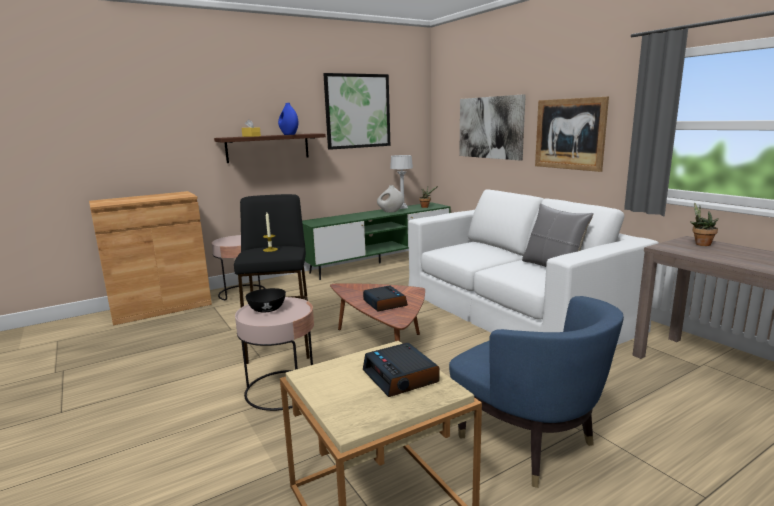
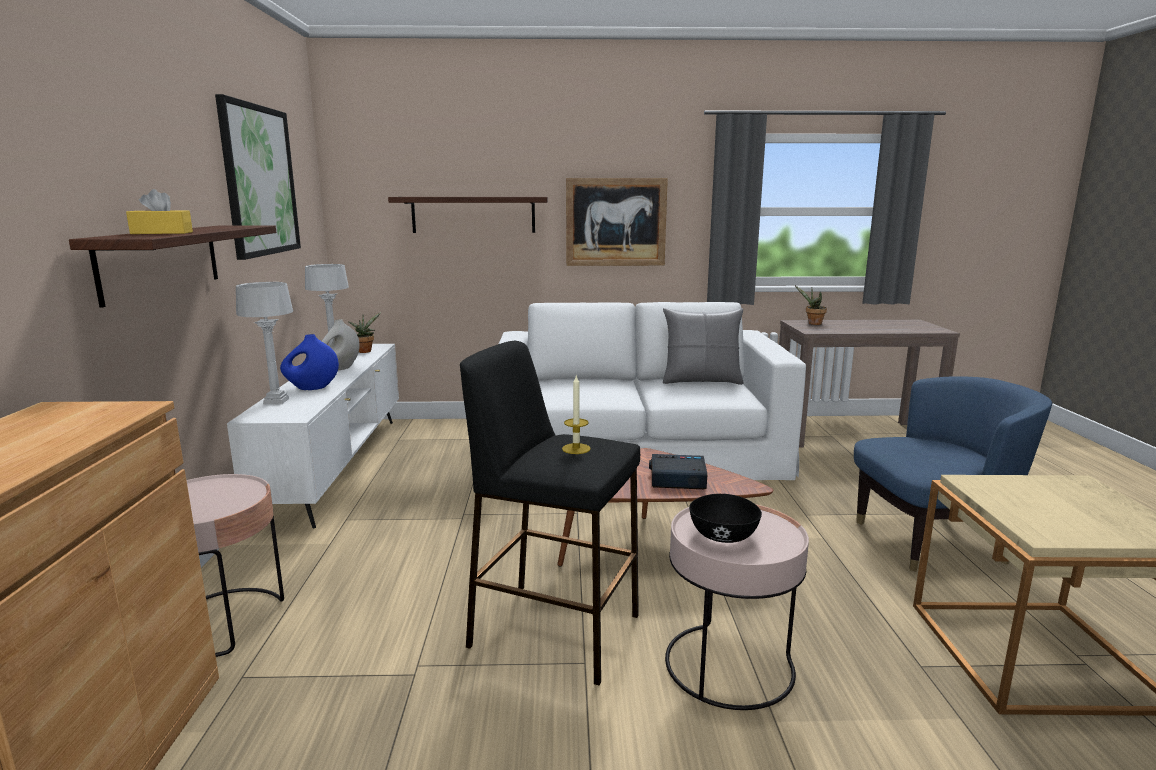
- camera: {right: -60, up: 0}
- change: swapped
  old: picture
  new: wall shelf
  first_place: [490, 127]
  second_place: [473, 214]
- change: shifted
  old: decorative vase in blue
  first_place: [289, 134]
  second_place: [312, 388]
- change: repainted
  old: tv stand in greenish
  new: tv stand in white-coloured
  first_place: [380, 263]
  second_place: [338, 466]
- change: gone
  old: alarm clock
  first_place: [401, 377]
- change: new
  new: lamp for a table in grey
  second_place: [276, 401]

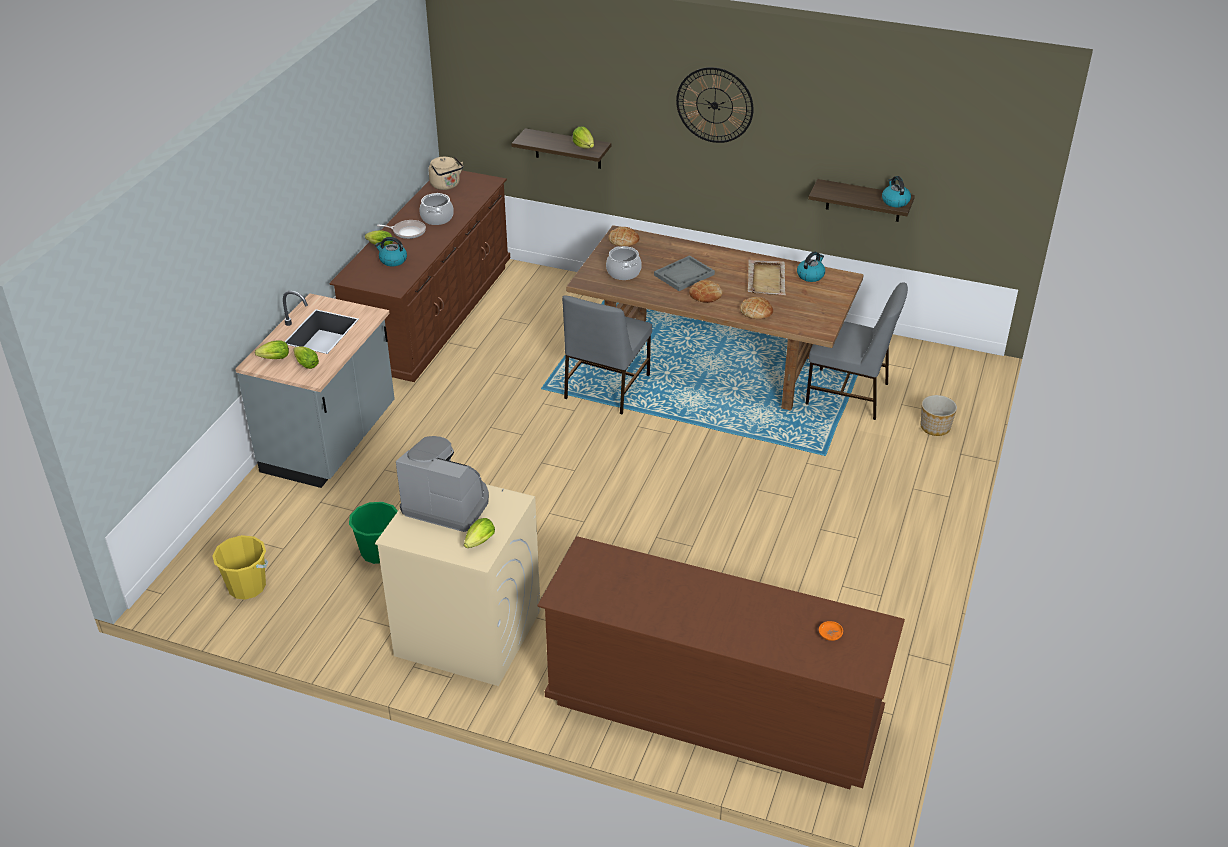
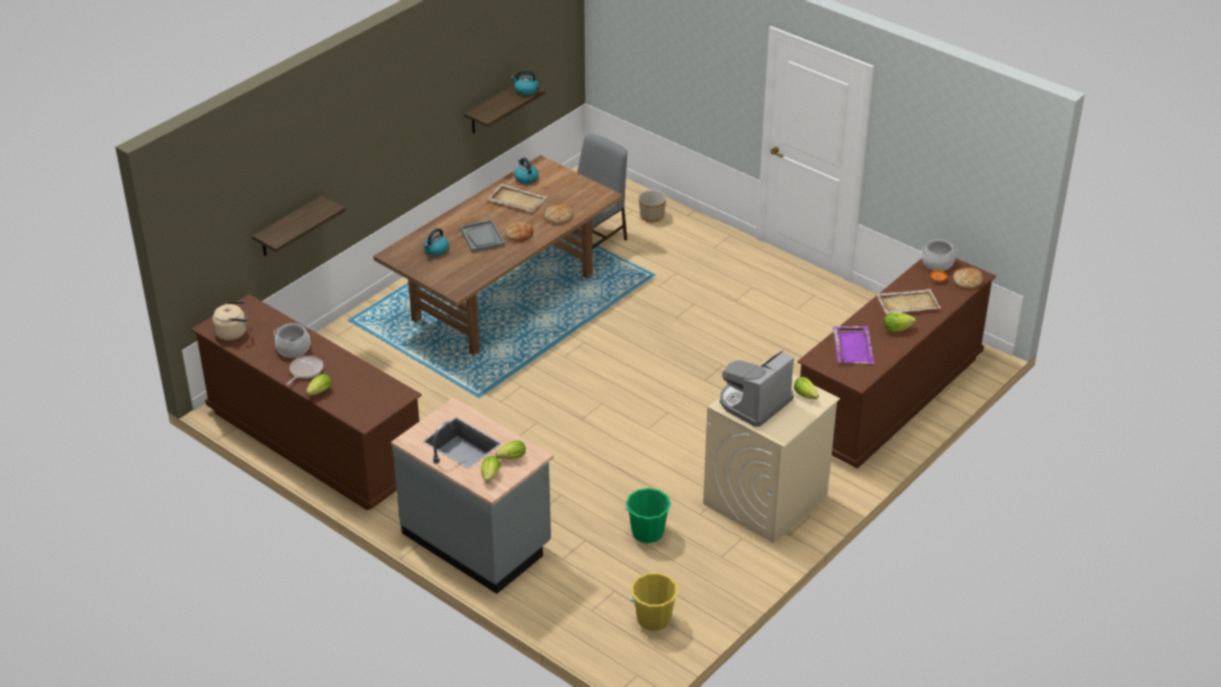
- camera: {right: -70, up: 0}
- change: gone
  old: clock on the wall
  first_place: [714, 105]
- change: shifted
  old: head of lettuce
  first_place: [584, 146]
  second_place: [896, 329]
- change: shifted
  old: baked bread
  first_place: [623, 240]
  second_place: [967, 280]
- change: shifted
  old: kettle
  first_place: [392, 260]
  second_place: [436, 250]
- change: shifted
  old: stockpot
  first_place: [623, 272]
  second_place: [937, 263]
- change: gone
  old: upright chair in grey
  first_place: [605, 387]
- change: new
  new: tray in beige-coloured
  second_place: [907, 303]
- change: new
  new: tray in purple-coloured
  second_place: [853, 346]

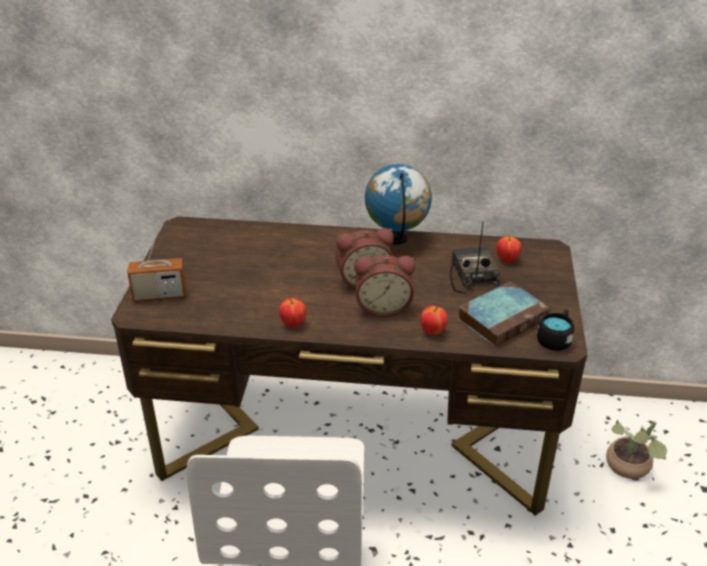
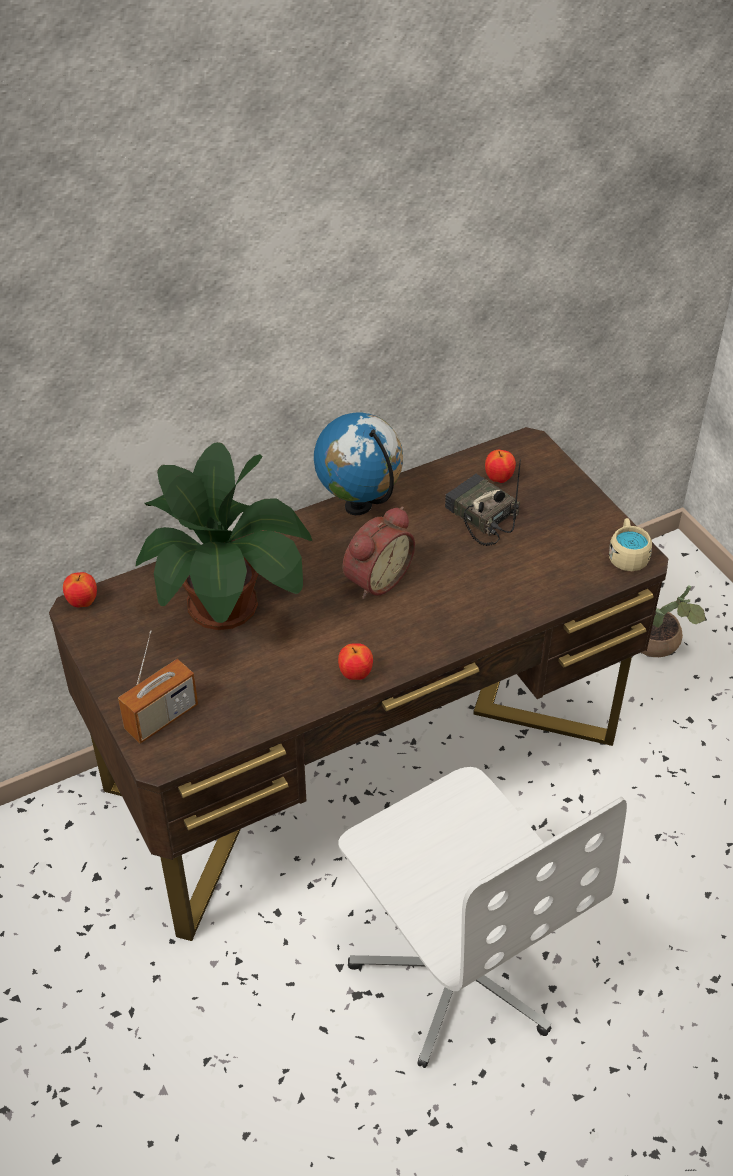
- camera: {right: -35, up: 10}
- change: gone
  old: alarm clock
  first_place: [383, 306]
- change: gone
  old: book
  first_place: [503, 318]
- change: shifted
  old: whole apple
  first_place: [433, 332]
  second_place: [82, 602]
- change: repainted
  old: tea mug in black-coloured
  new: tea mug in beige-coloured
  first_place: [555, 339]
  second_place: [627, 555]
- change: new
  new: potted plant
  second_place: [227, 607]

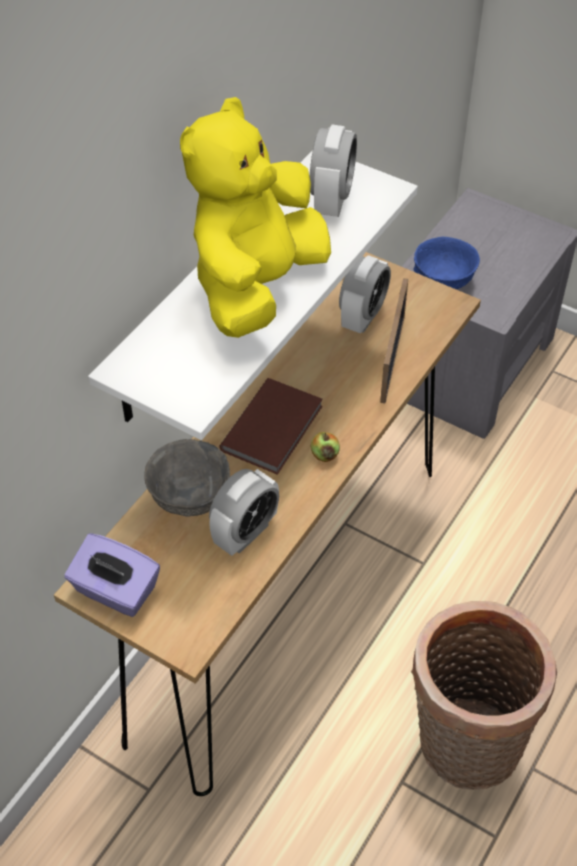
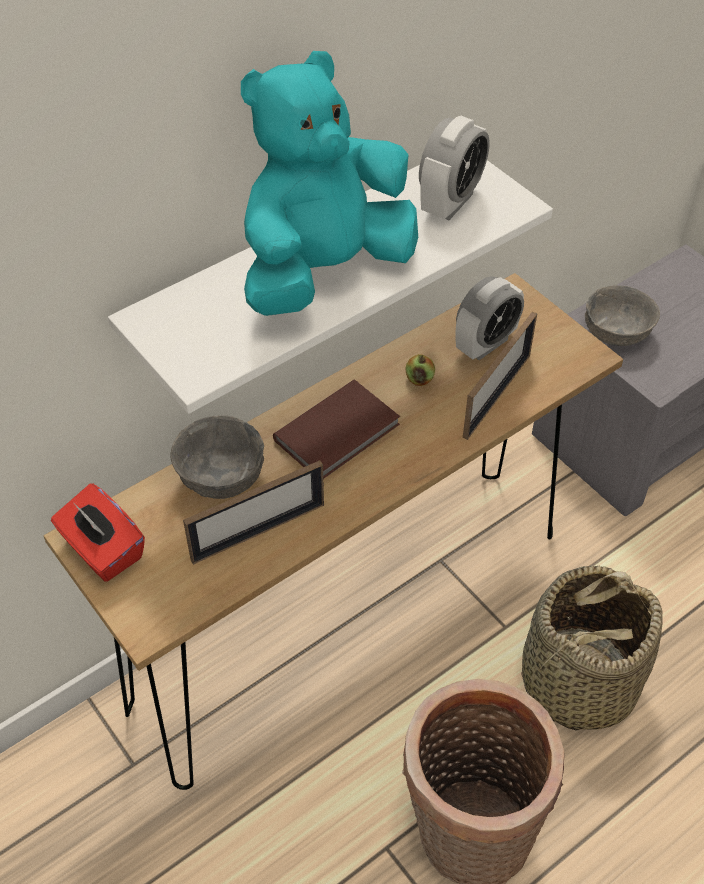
- camera: {right: 20, up: 0}
- change: repainted
  old: plush toy in yellowish
  new: plush toy in turquoise-coloured
  first_place: [256, 286]
  second_place: [324, 270]
- change: repainted
  old: deep dish in blue
  new: deep dish in grey
  first_place: [443, 281]
  second_place: [615, 334]
- change: shifted
  old: whole apple
  first_place: [324, 455]
  second_place: [419, 379]
- change: swapped
  old: alarm clock
  new: standing frame
  first_place: [245, 533]
  second_place: [258, 532]
- change: repainted
  old: tissue box in purple-coloured
  new: tissue box in red-coloured
  first_place: [115, 591]
  second_place: [103, 550]
- change: new
  new: storage basket
  second_place: [576, 681]

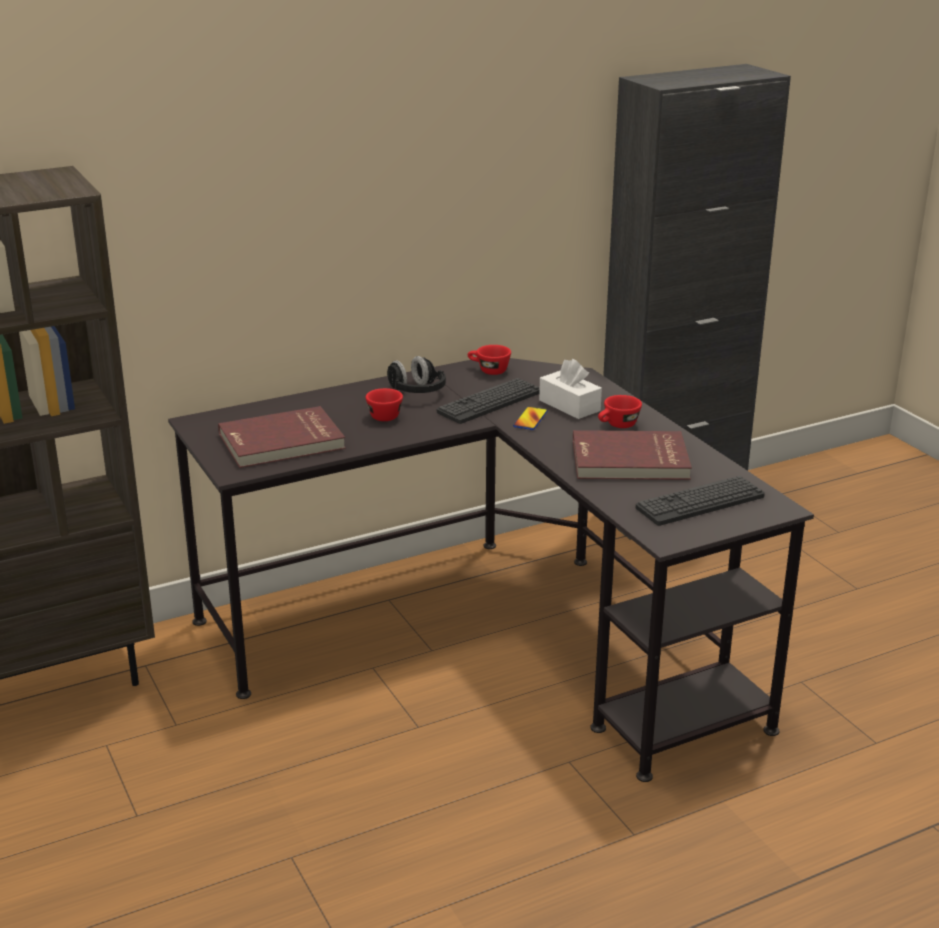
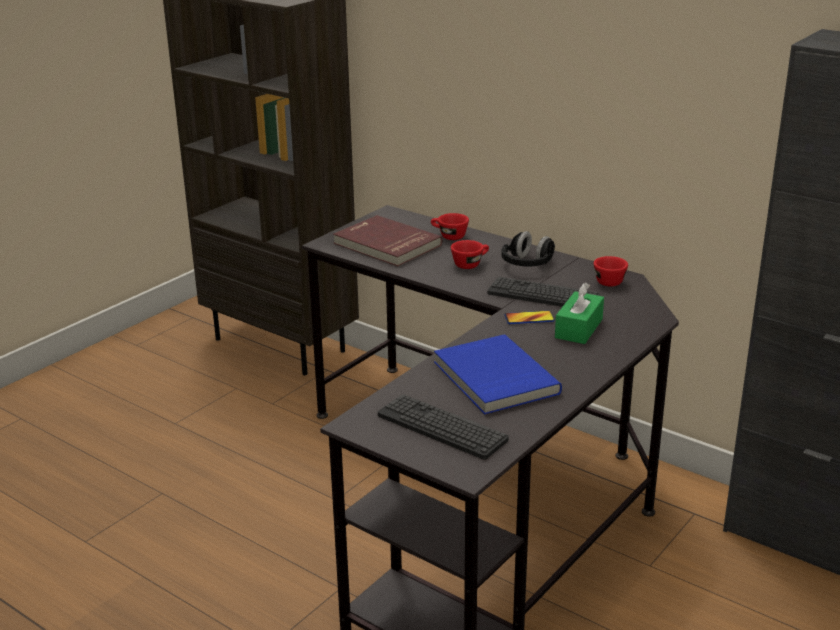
- camera: {right: 65, up: 0}
- change: repainted
  old: tissue box in white-coloured
  new: tissue box in greenish
  first_place: [569, 405]
  second_place: [579, 328]
- change: shifted
  old: small cup in red-coloured
  first_place: [617, 425]
  second_place: [448, 236]
- change: repainted
  old: book in red-coloured
  new: book in blue
  first_place: [630, 461]
  second_place: [493, 378]

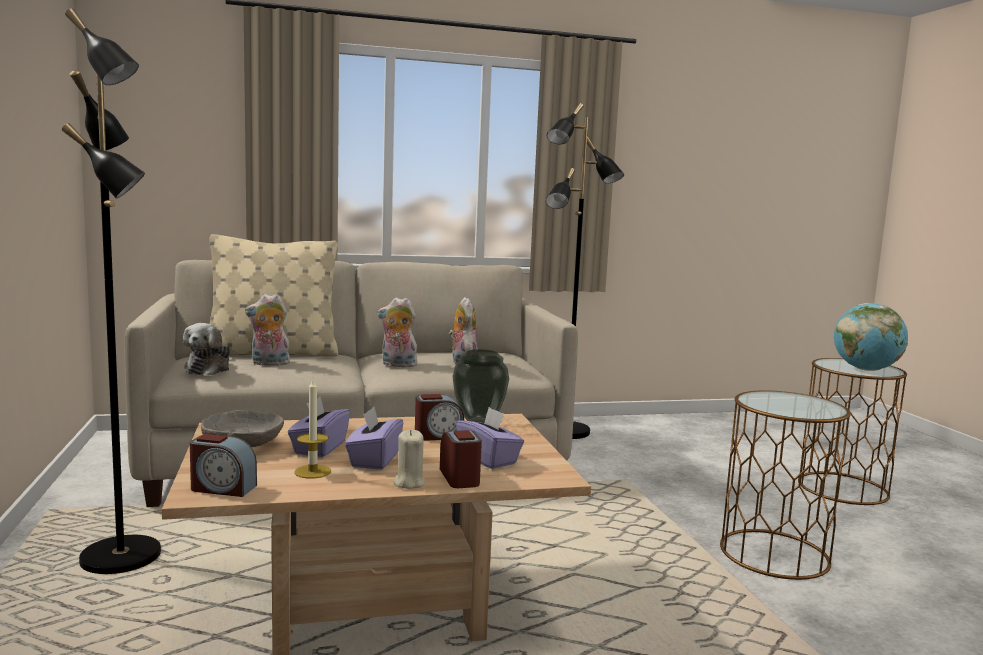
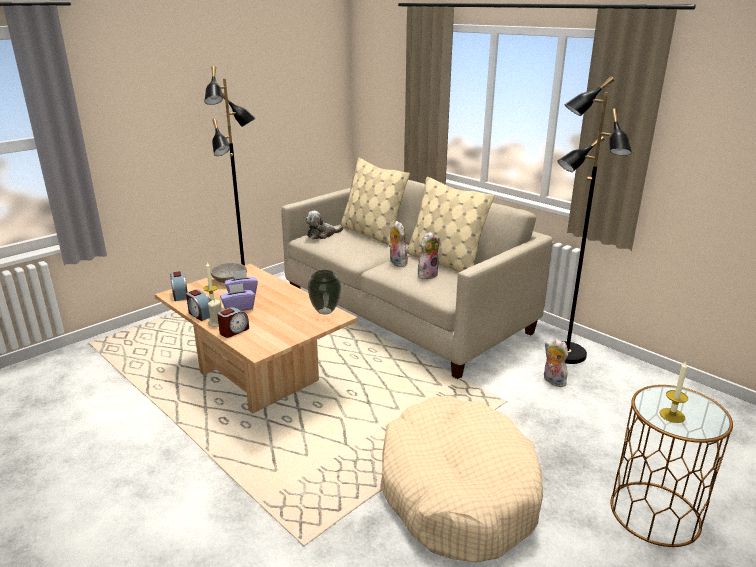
- camera: {right: 60, up: 15}
- change: shifted
  old: plush toy
  first_place: [269, 364]
  second_place: [552, 381]
- change: swapped
  old: desk globe
  new: wax candle
  first_place: [865, 370]
  second_place: [672, 415]
- change: swapped
  old: accent table in brown-coloured
  new: pet bed in beige-coloured
  first_place: [774, 554]
  second_place: [457, 491]
- change: shifted
  old: alarm clock
  first_place: [438, 436]
  second_place: [200, 314]
- change: gone
  old: tissue box in purple-coloured
  first_place: [488, 459]
- change: new
  new: throw pillow in beige-coloured
  second_place: [444, 262]

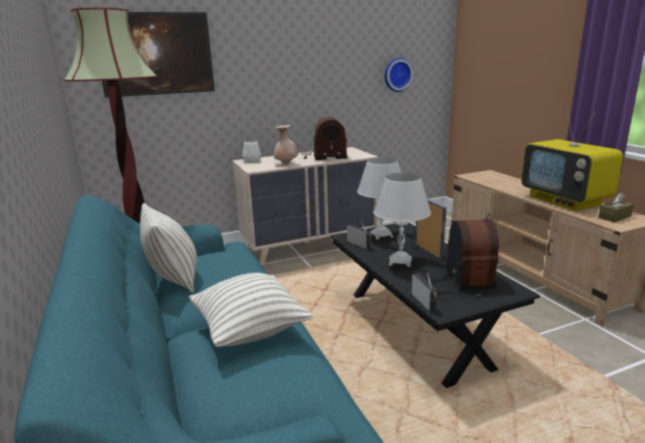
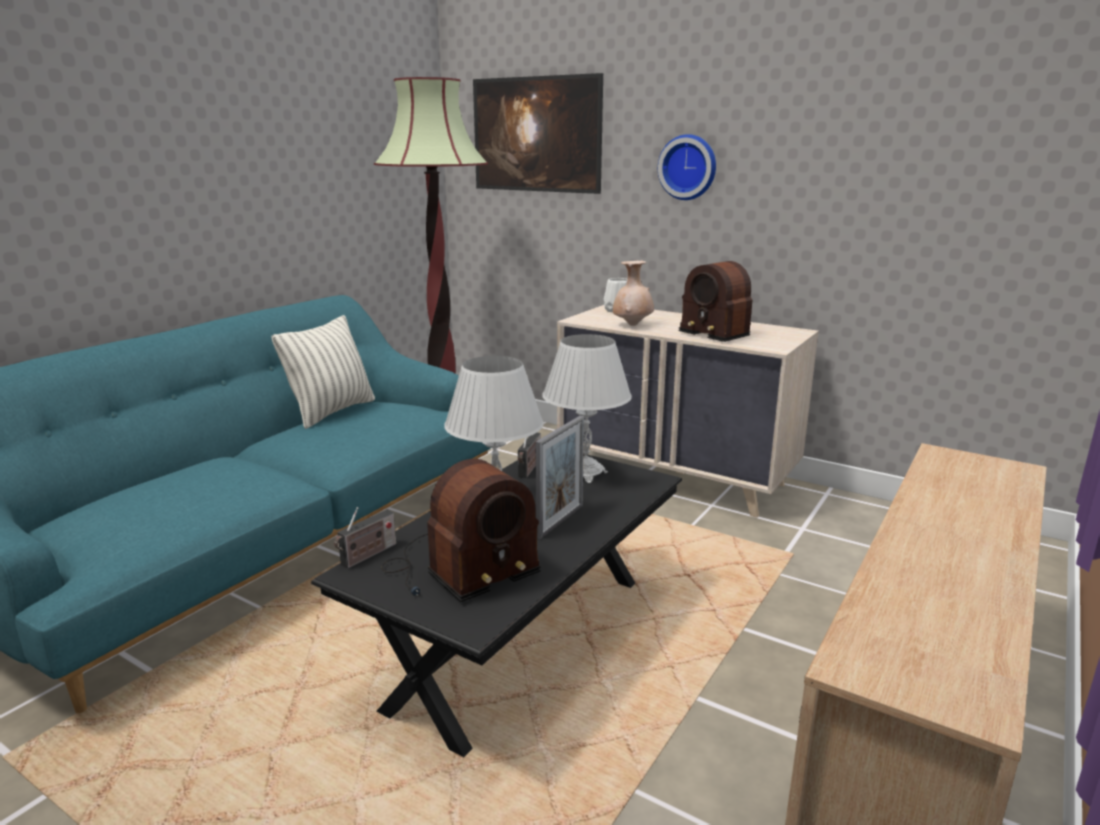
- camera: {right: 55, up: 0}
- change: shifted
  old: clock on the wall
  first_place: [397, 74]
  second_place: [688, 167]
- change: gone
  old: TV
  first_place: [565, 201]
- change: gone
  old: tissue box in brown-coloured
  first_place: [614, 217]
- change: gone
  old: throw pillow
  first_place: [250, 330]

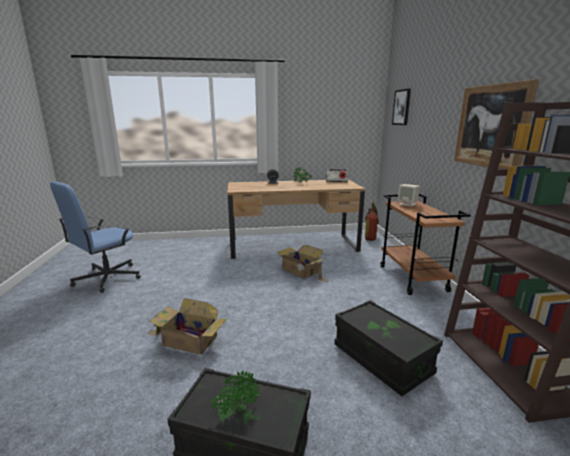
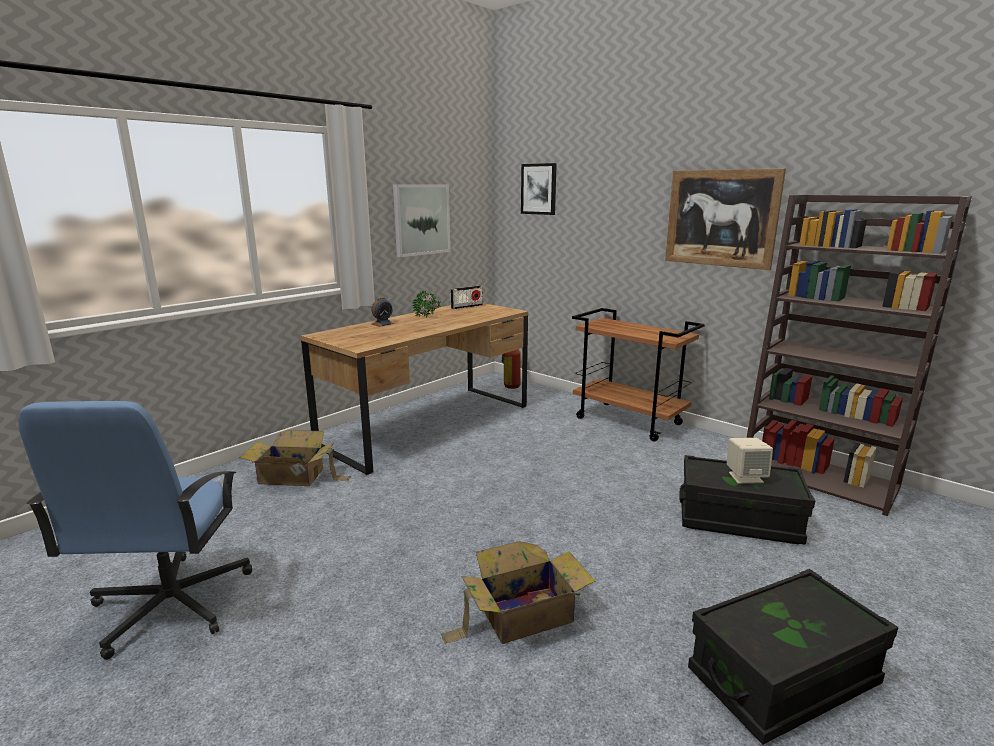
- camera: {right: -40, up: 0}
- change: shifted
  old: loudspeaker in beige-coloured
  first_place: [407, 204]
  second_place: [745, 477]
- change: shifted
  old: cardboard box
  first_place: [301, 271]
  second_place: [294, 477]
- change: gone
  old: potted plant
  first_place: [235, 408]
- change: new
  new: picture
  second_place: [421, 219]

